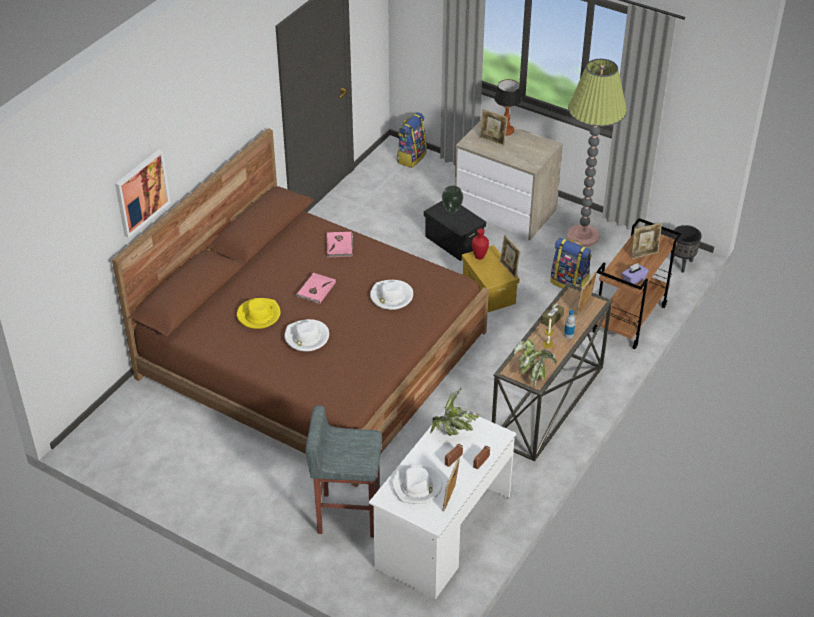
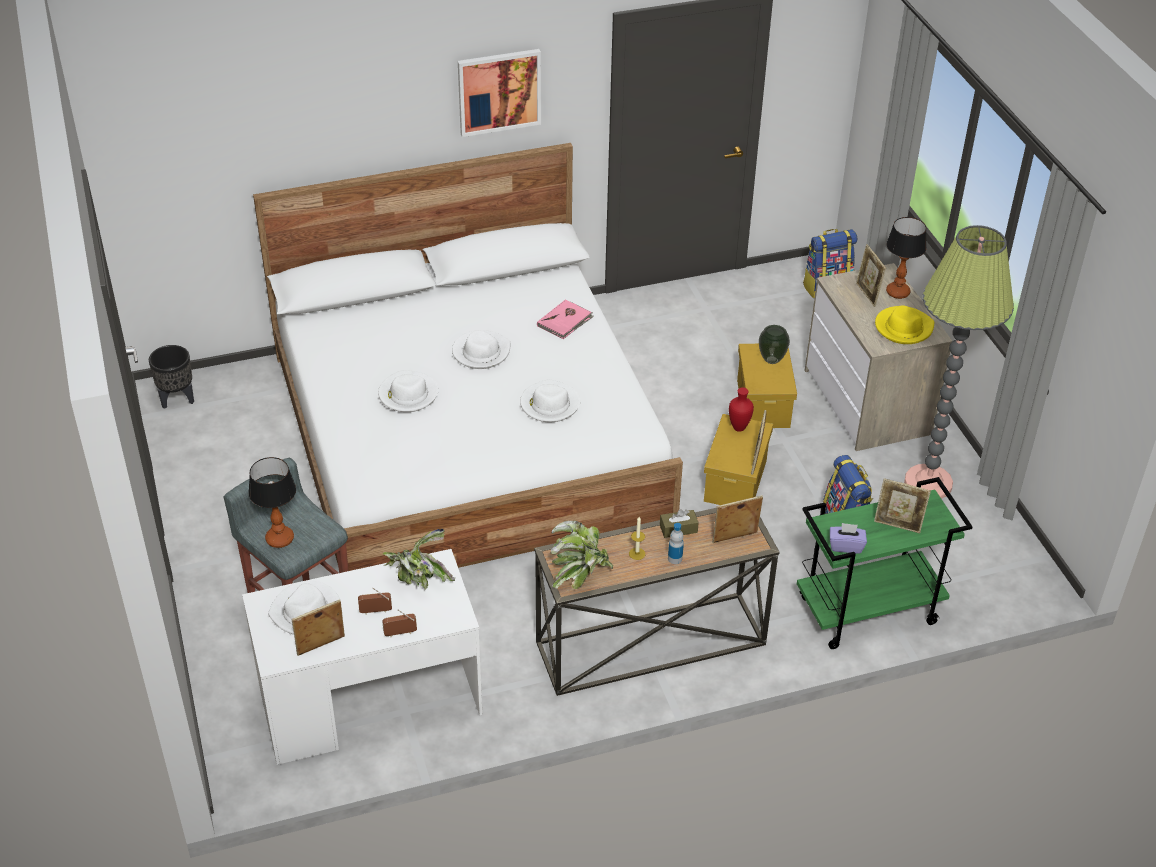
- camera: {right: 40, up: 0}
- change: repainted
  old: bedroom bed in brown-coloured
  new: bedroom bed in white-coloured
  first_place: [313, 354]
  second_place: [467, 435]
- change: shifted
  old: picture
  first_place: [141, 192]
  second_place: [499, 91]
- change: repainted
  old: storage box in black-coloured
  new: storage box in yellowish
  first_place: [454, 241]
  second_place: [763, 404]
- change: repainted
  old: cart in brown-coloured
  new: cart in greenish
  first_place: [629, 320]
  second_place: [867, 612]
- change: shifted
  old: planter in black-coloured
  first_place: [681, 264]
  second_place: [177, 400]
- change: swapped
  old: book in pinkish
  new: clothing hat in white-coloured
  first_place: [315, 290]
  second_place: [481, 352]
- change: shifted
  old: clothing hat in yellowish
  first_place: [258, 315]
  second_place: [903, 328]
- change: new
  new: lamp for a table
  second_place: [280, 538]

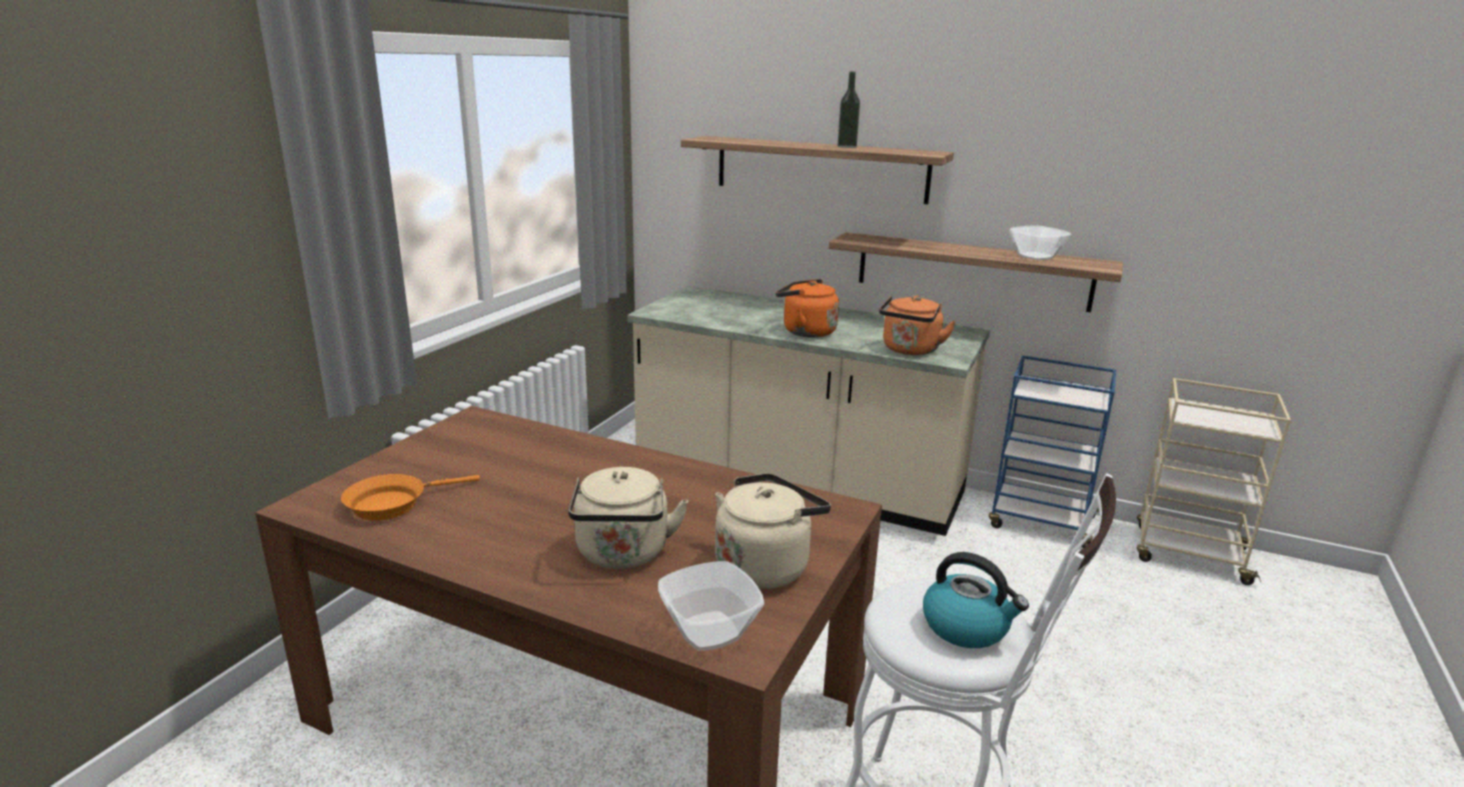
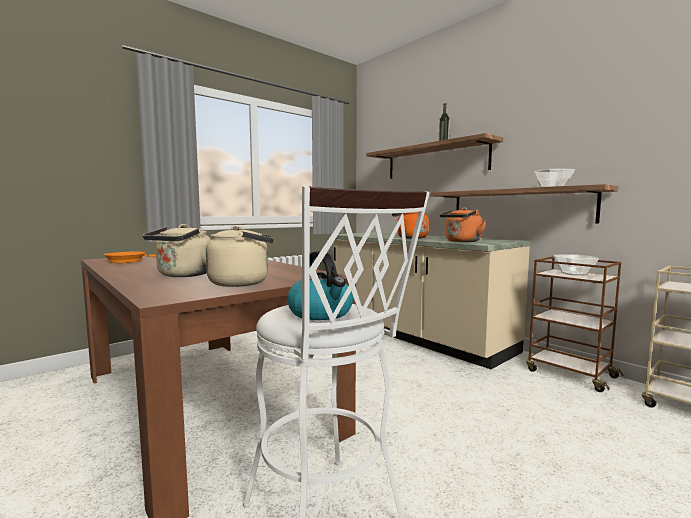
- camera: {right: 25, up: -15}
- change: repainted
  old: cart in blue
  new: cart in brown-coloured
  first_place: [1039, 522]
  second_place: [569, 373]
- change: shifted
  old: deep dish
  first_place: [710, 630]
  second_place: [574, 273]

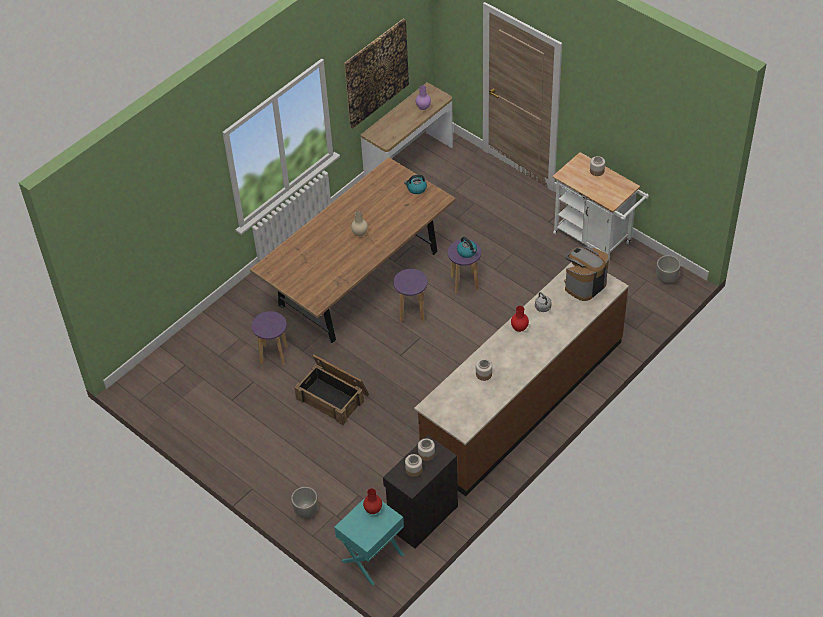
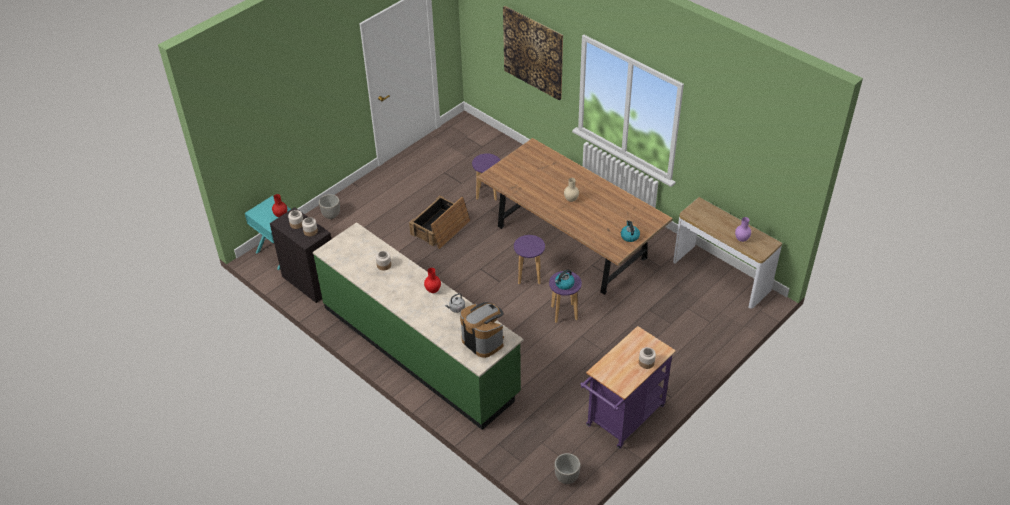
- camera: {right: 90, up: -5}
- change: shifted
  old: picture
  first_place: [376, 73]
  second_place: [533, 52]
- change: repainted
  old: cart in white-coloured
  new: cart in purple-coloured
  first_place: [596, 240]
  second_place: [622, 419]
- change: repainted
  old: kitchen base unit in brown-coloured
  new: kitchen base unit in greenish
  first_place: [522, 400]
  second_place: [420, 349]

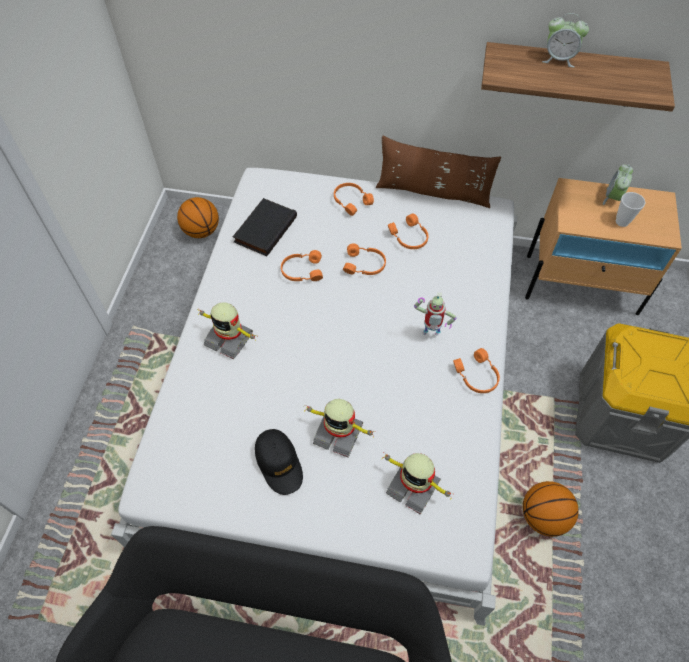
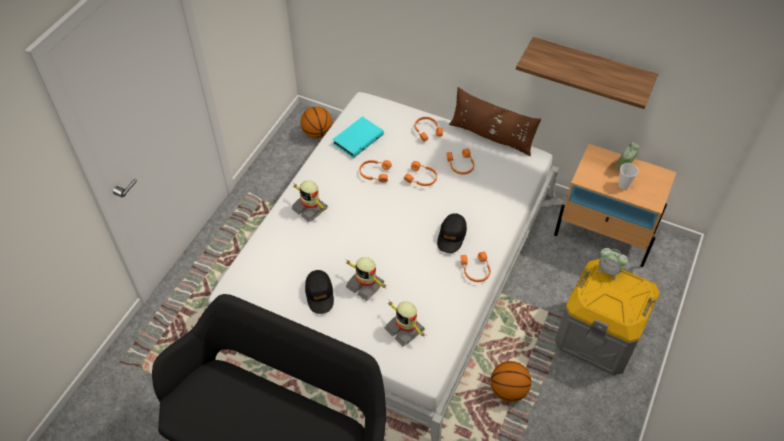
- camera: {right: 15, up: -5}
- change: shifted
  old: alarm clock
  first_place: [559, 59]
  second_place: [608, 271]
- change: repainted
  old: book in black-coloured
  new: book in turquoise-coloured
  first_place: [264, 229]
  second_place: [357, 138]
- change: swapped
  old: robot figure
  new: peaked cap in black-coloured
  first_place: [430, 335]
  second_place: [451, 236]

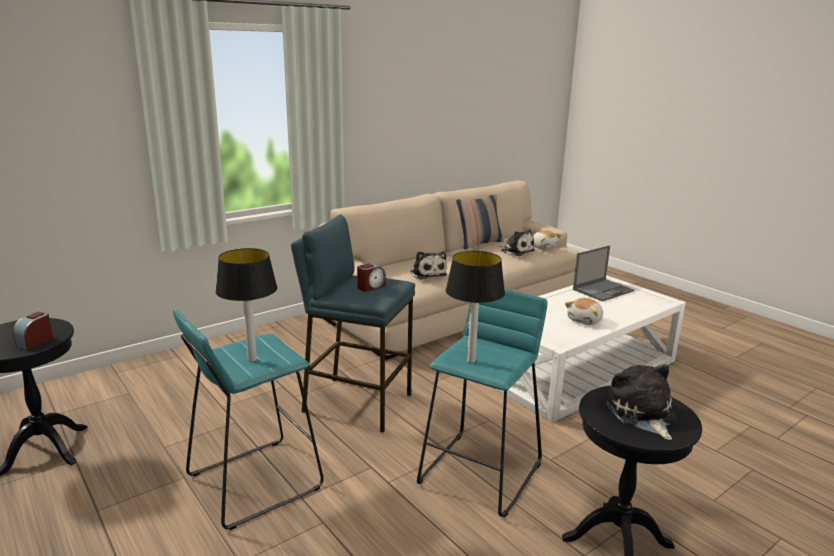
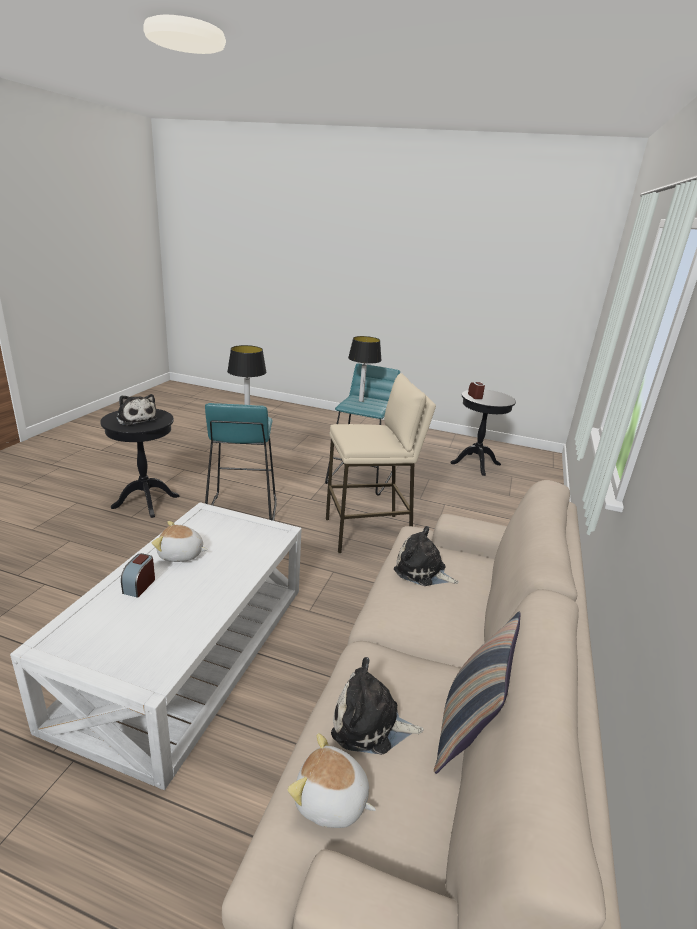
- camera: {right: 145, up: 5}
- change: repainted
  old: stool seat in blue
  new: stool seat in beige-coloured
  first_place: [357, 403]
  second_place: [368, 533]
- change: gone
  old: notebook computer
  first_place: [603, 290]
- change: shifted
  old: alarm clock
  first_place: [371, 287]
  second_place: [139, 585]
- change: rotated
  old: plush toy
  first_place: [585, 320]
  second_place: [181, 555]
  degrees: -90

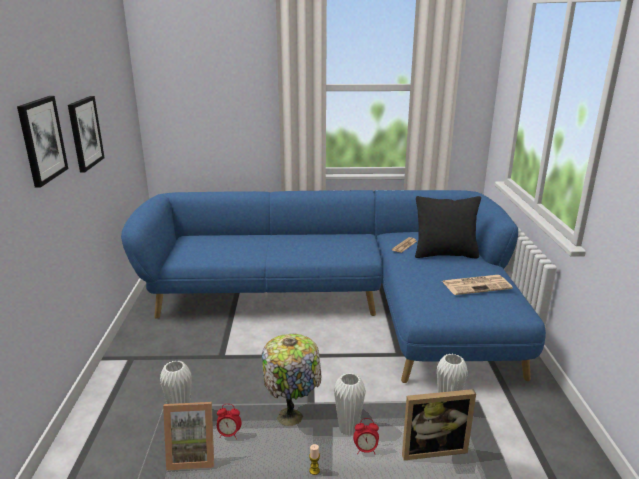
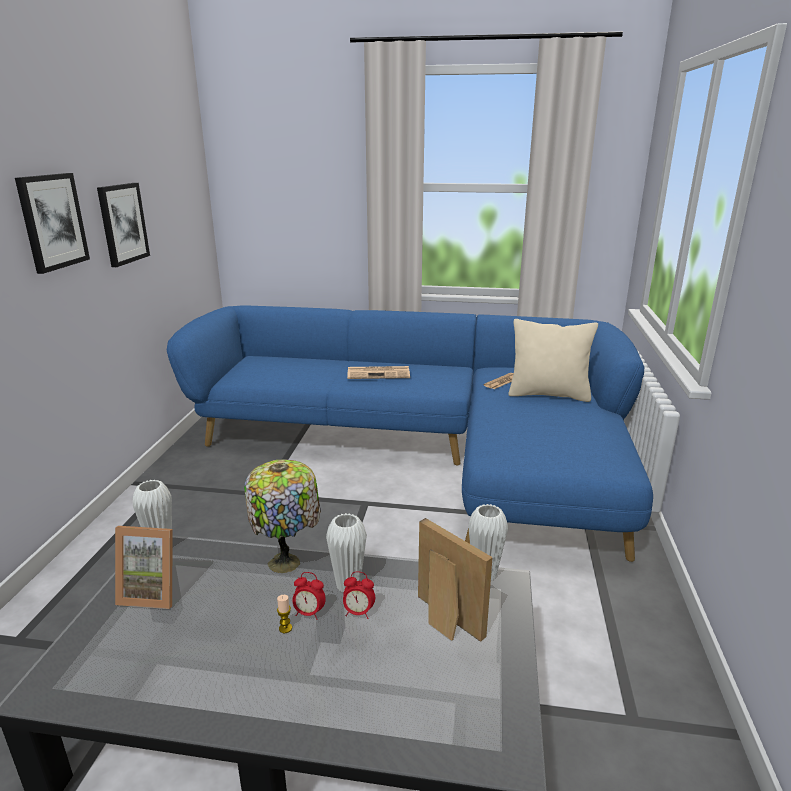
- camera: {right: 10, up: 0}
- change: repainted
  old: throw pillow in black-coloured
  new: throw pillow in beige-coloured
  first_place: [445, 254]
  second_place: [548, 394]
- change: shifted
  old: newspaper
  first_place: [477, 285]
  second_place: [379, 373]
- change: rotated
  old: standing frame
  first_place: [432, 448]
  second_place: [443, 621]
  degrees: -135
- change: shifted
  old: alarm clock
  first_place: [229, 434]
  second_place: [309, 613]

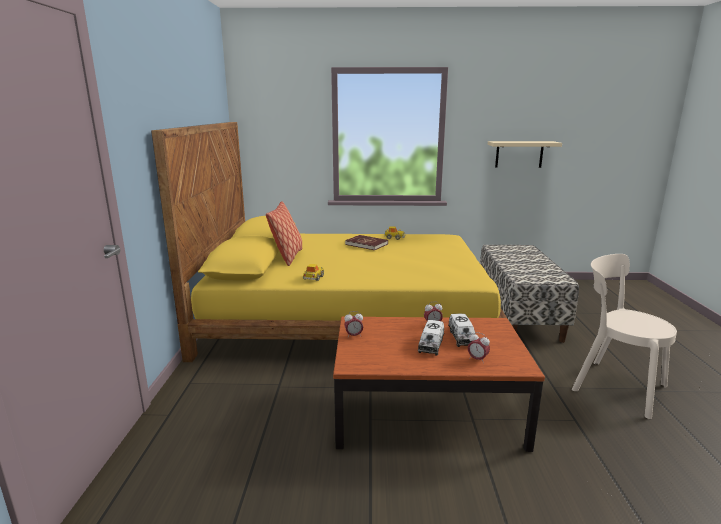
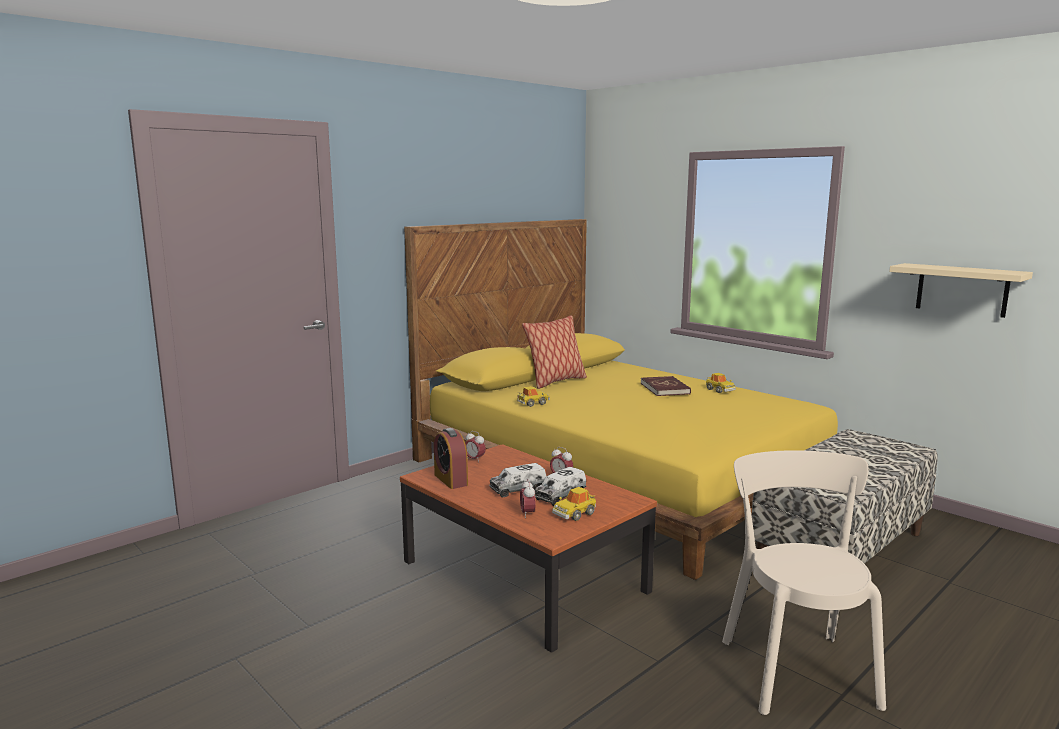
- camera: {right: 45, up: -5}
- change: new
  new: alarm clock
  second_place: [451, 480]
- change: new
  new: toy car
  second_place: [574, 514]

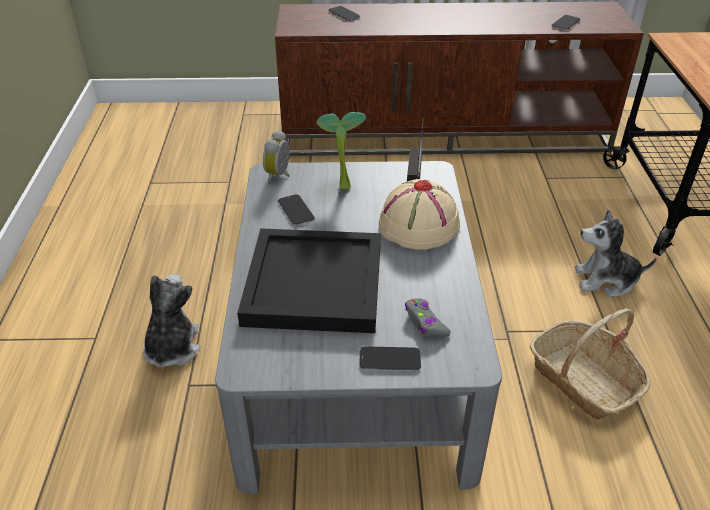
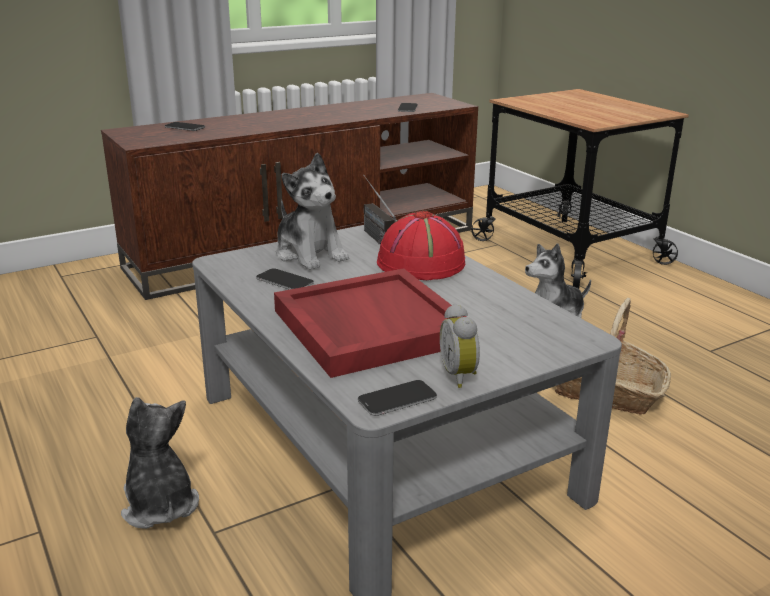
- camera: {right: -30, up: -15}
- change: swapped
  old: potted plant
  new: plush toy
  first_place: [341, 185]
  second_place: [310, 254]
- change: shifted
  old: alarm clock
  first_place: [280, 175]
  second_place: [461, 375]
- change: repainted
  old: clothing hat in beige-coloured
  new: clothing hat in red-coloured
  first_place: [418, 225]
  second_place: [421, 264]
- change: repainted
  old: tray in black-coloured
  new: tray in red-coloured
  first_place: [313, 283]
  second_place: [369, 326]
- change: gone
  old: gamepad in grey
  first_place: [425, 323]
- change: shifted
  old: phone
  first_place: [389, 360]
  second_place: [397, 399]

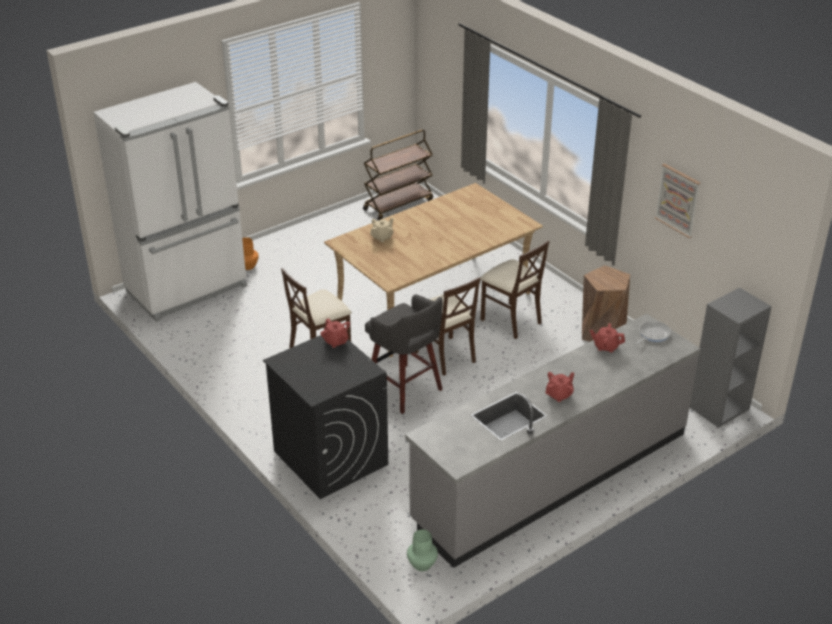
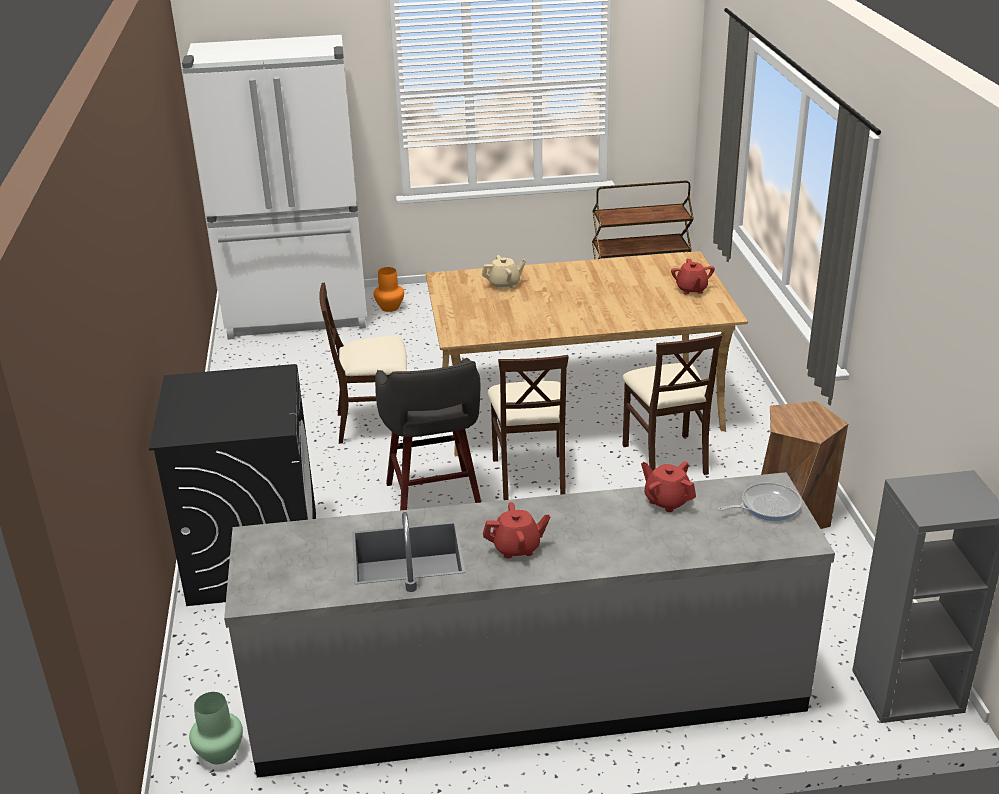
- camera: {right: 30, up: -5}
- change: gone
  old: picture
  first_place: [678, 200]
- change: shifted
  old: tea pot in red-coloured
  first_place: [335, 341]
  second_place: [691, 289]

